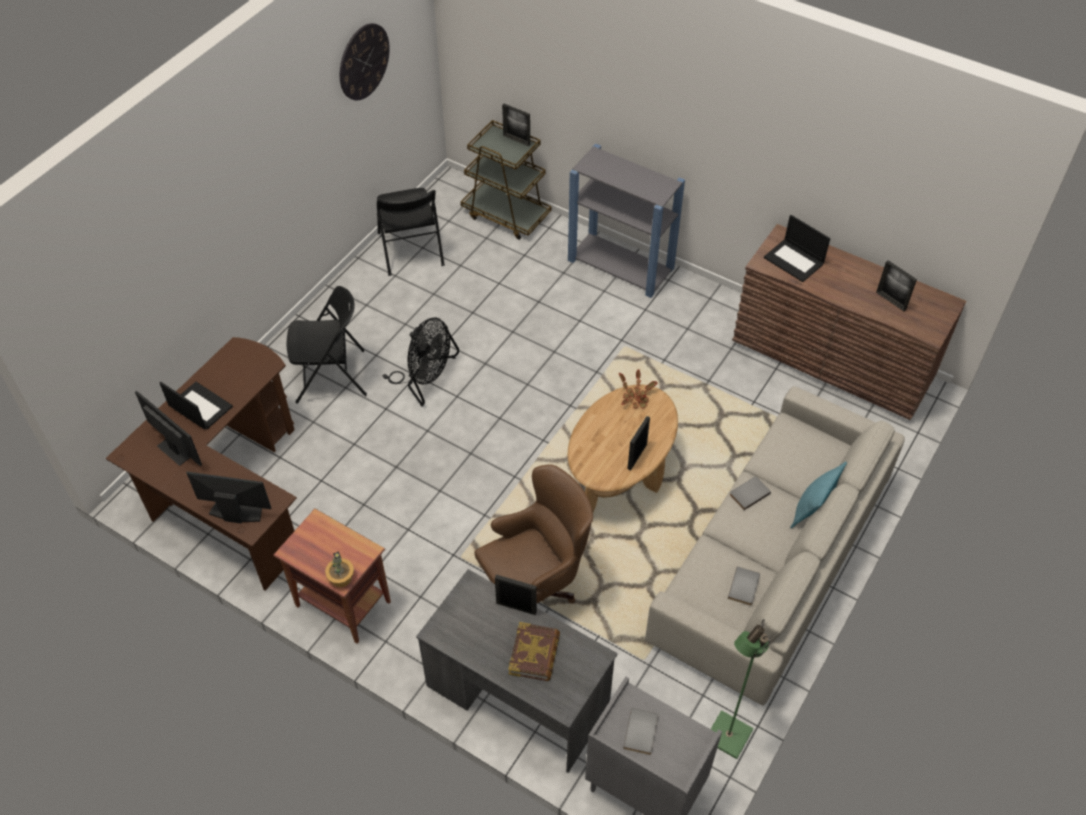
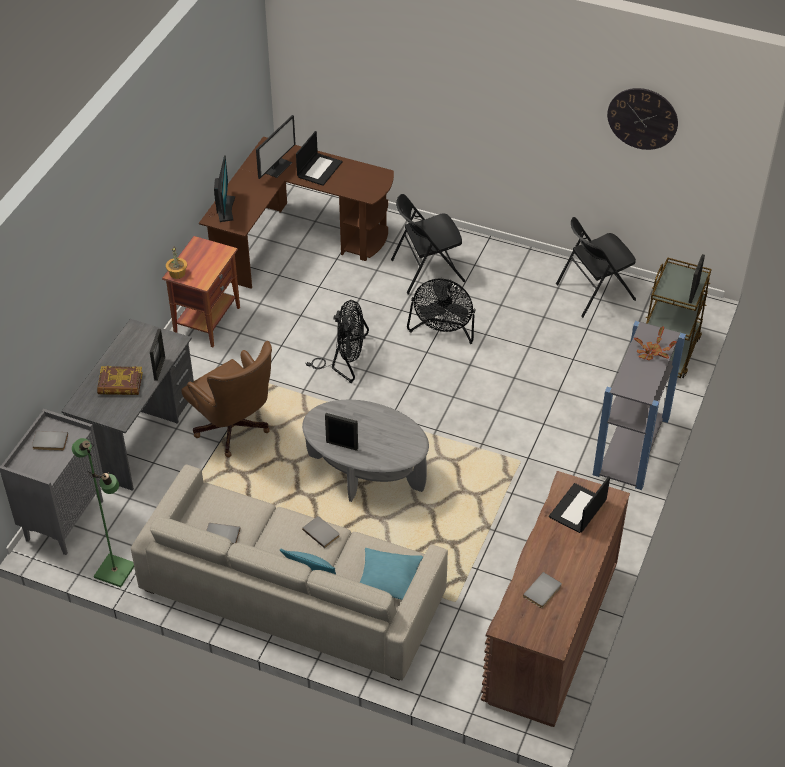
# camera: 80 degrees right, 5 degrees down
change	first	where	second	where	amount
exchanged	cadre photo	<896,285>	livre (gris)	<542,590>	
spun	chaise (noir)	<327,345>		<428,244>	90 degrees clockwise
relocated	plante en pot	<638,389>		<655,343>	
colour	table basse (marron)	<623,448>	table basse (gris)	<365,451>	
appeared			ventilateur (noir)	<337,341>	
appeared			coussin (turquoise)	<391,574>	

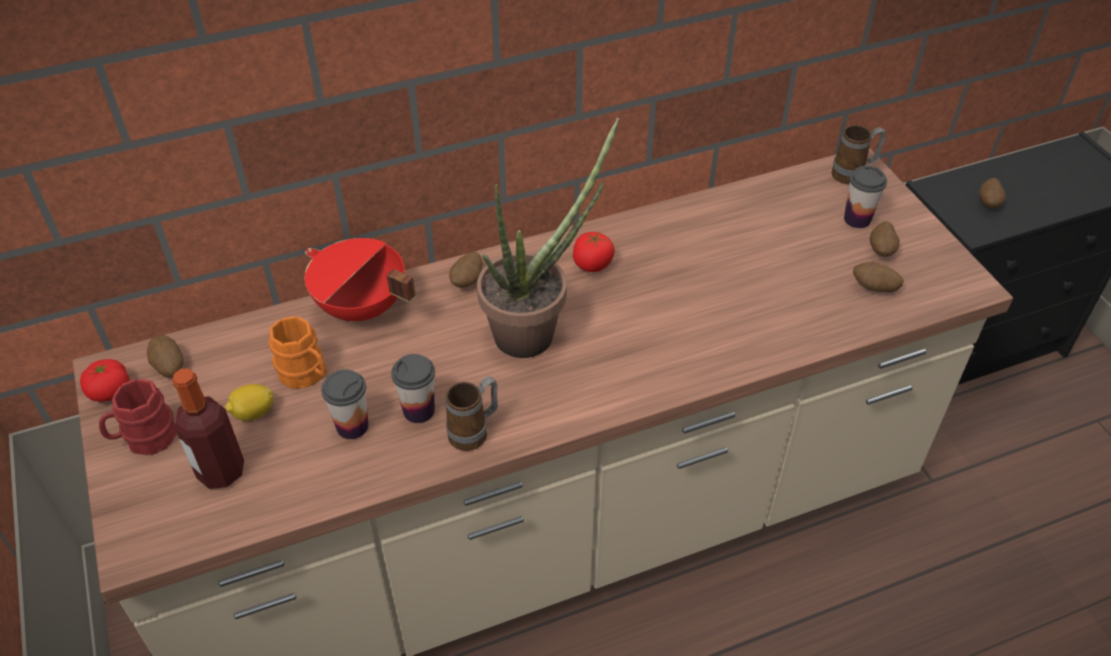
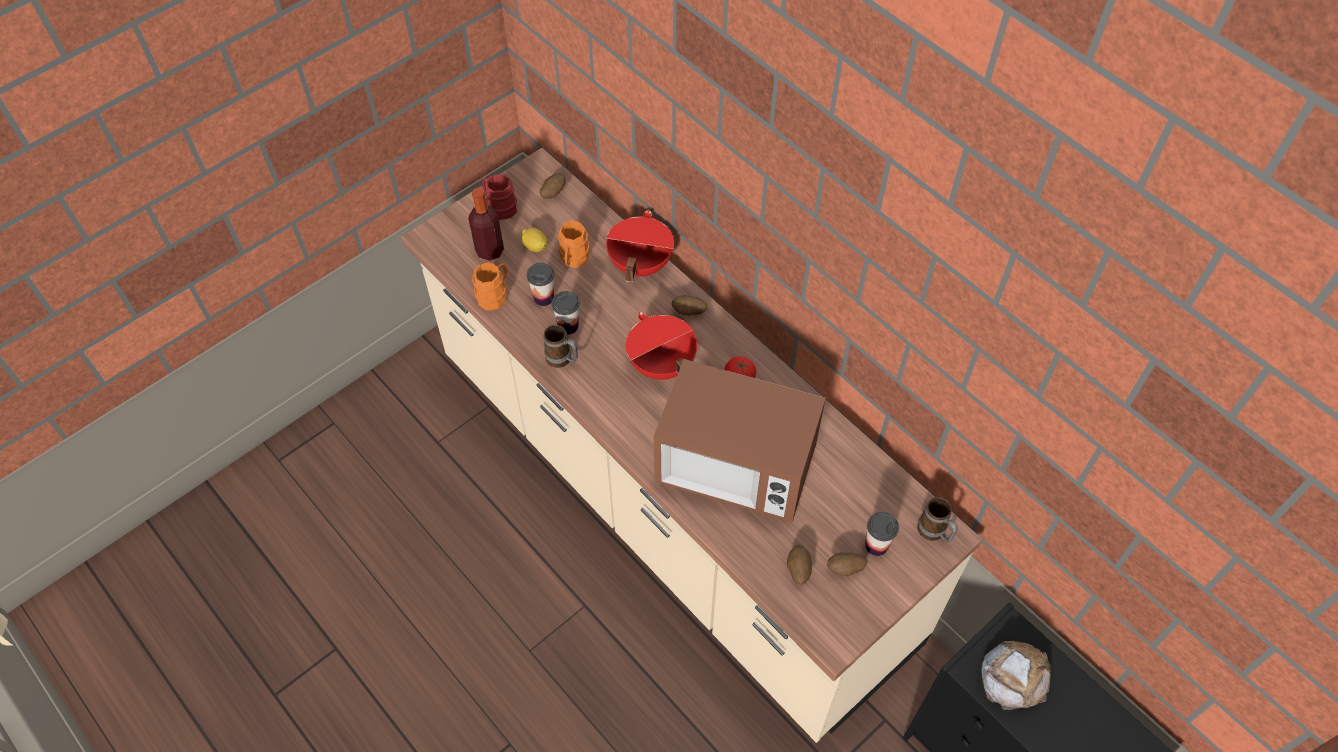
# camera: 70 degrees right, 10 degrees up
change	first	where	second	where	amount
exchanged	plante en pot	<548,238>	marmite (rouge)	<661,346>	
exchanged	pomme de terre	<992,193>	pain	<1016,675>	
missing	tomate	<105,380>			
appeared			mug (orange)	<489,286>	
appeared			micro-ondes	<740,440>	

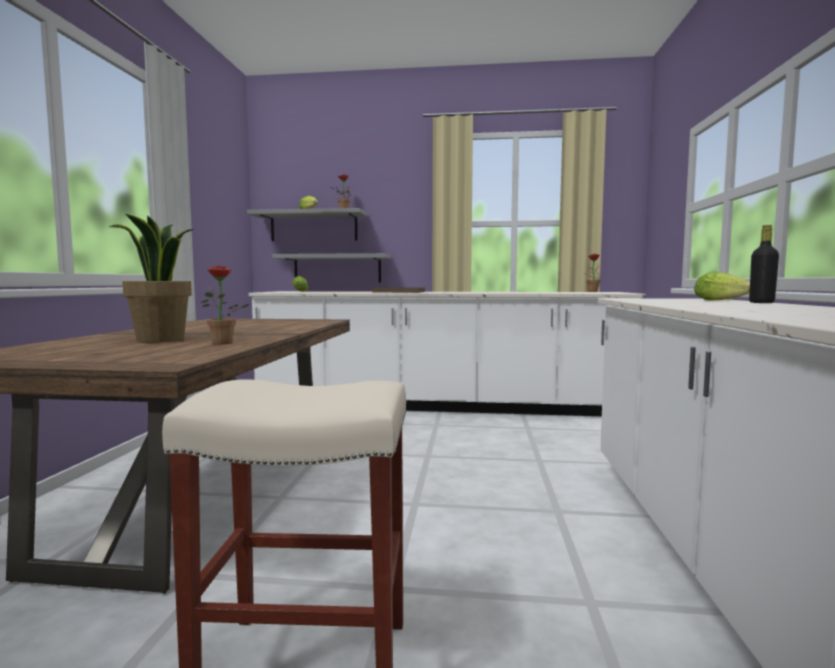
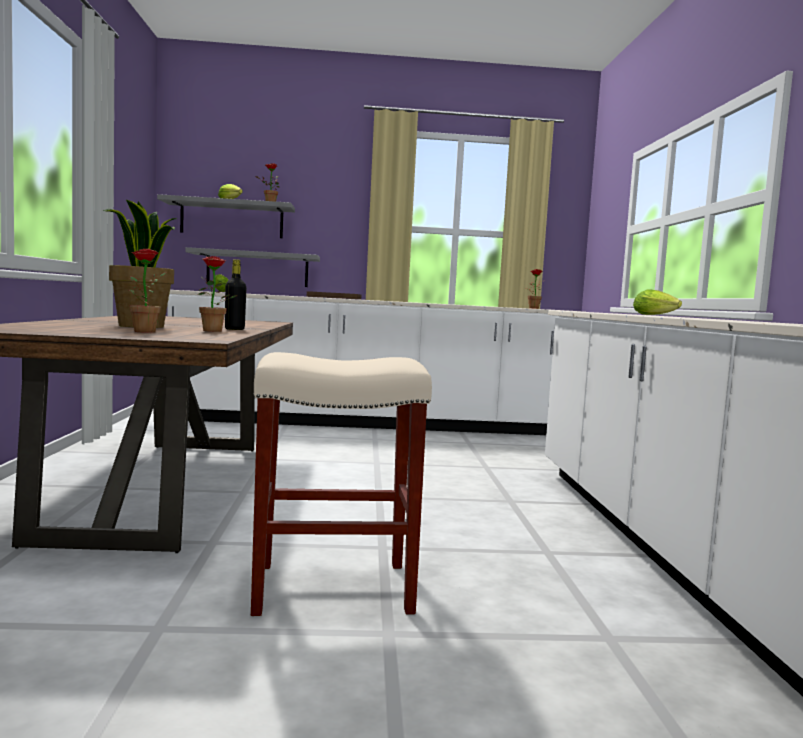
# camera: 10 degrees left, 0 degrees up
change	first	where	second	where	amount
relocated	bouteille (noir)	<764,264>		<236,294>	
appeared			plante en pot	<147,290>	

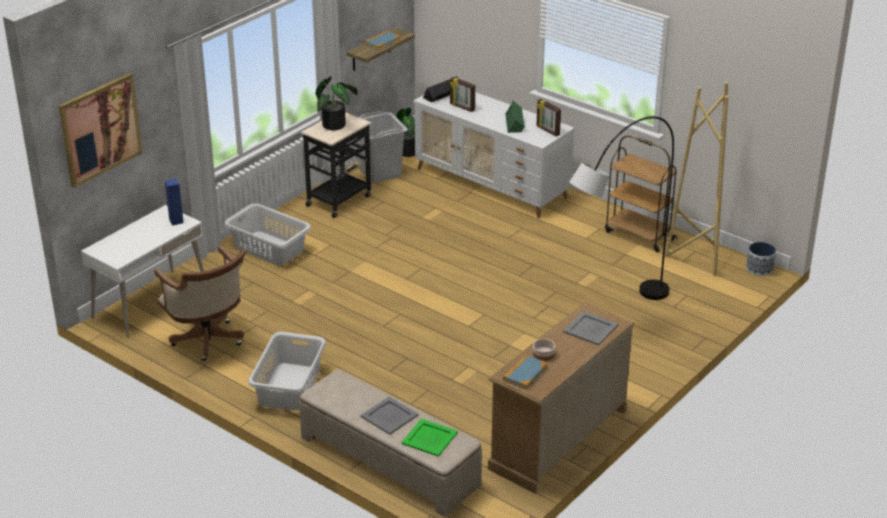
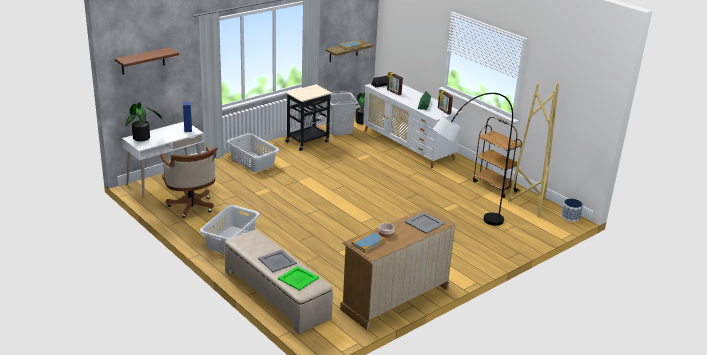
# camera: 10 degrees right, 5 degrees down
change	first	where	second	where	amount
exchanged	tableau	<101,130>	étagère (marron)	<147,61>	
relocated	plante en pot	<336,103>		<144,122>	

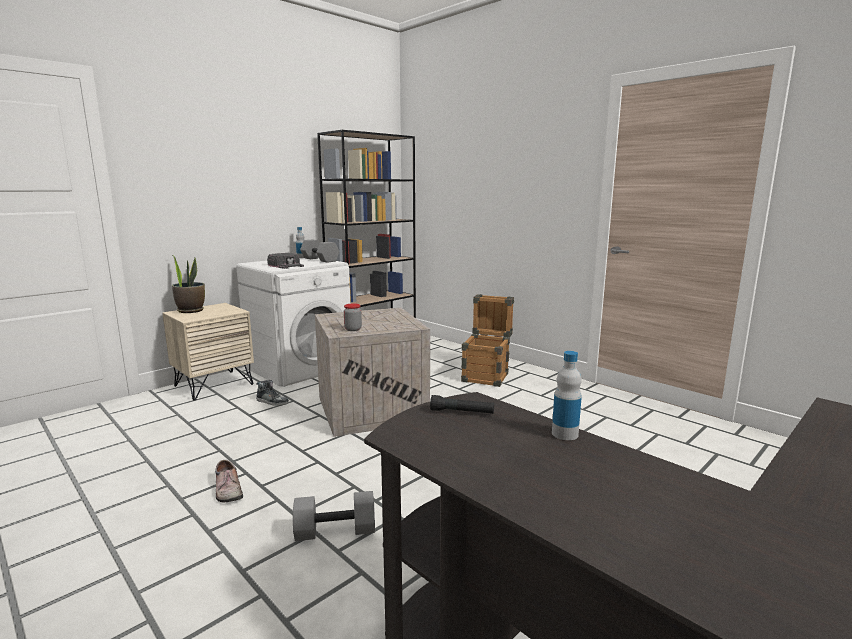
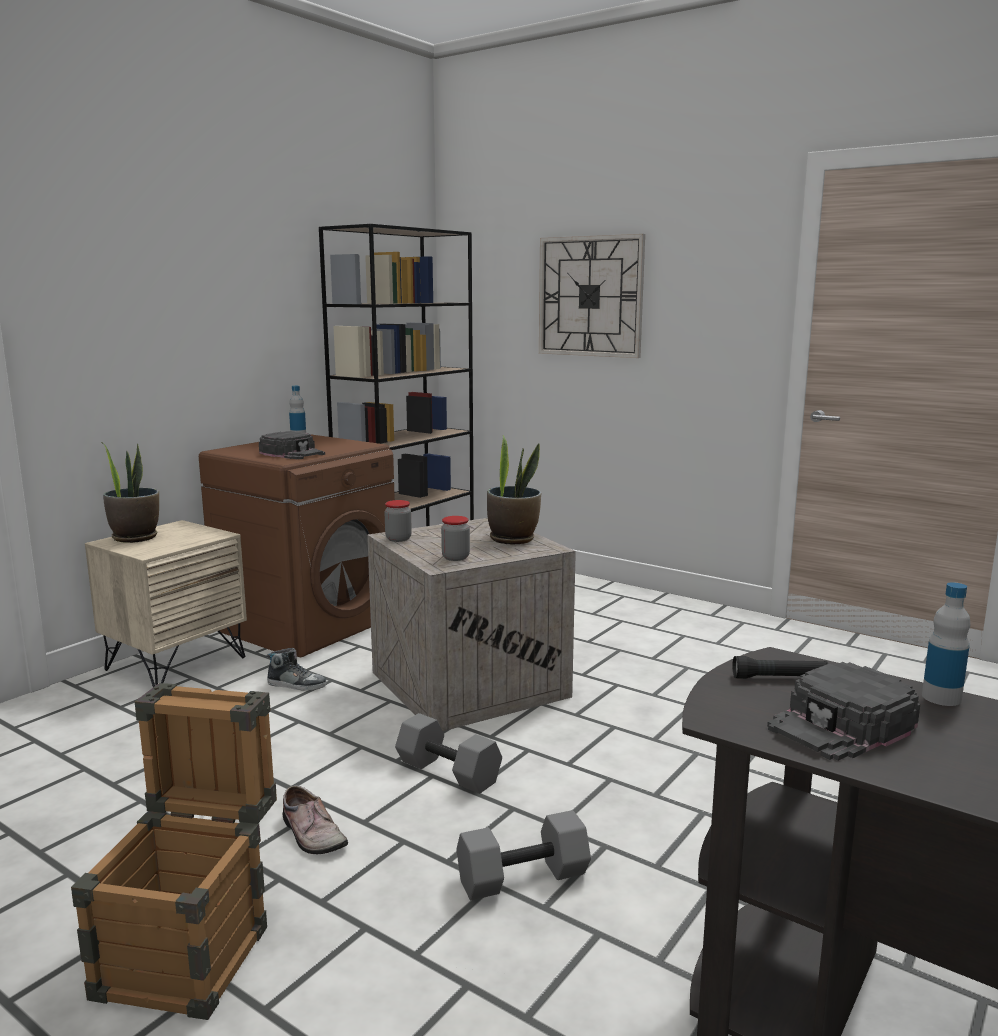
# camera: 10 degrees left, 0 degrees up
change	first	where	second	where	amount
relocated	haltère (gris)	<319,251>		<448,753>	
colour	lave-linge (blanc)	<293,322>	lave-linge (marron)	<297,546>	
relocated	caisse	<487,340>		<174,851>	
appeared			horloge murale	<592,296>	
appeared			plante en pot	<514,489>	
appeared			bocal	<398,521>	
appeared			casquette (noir)	<843,711>	

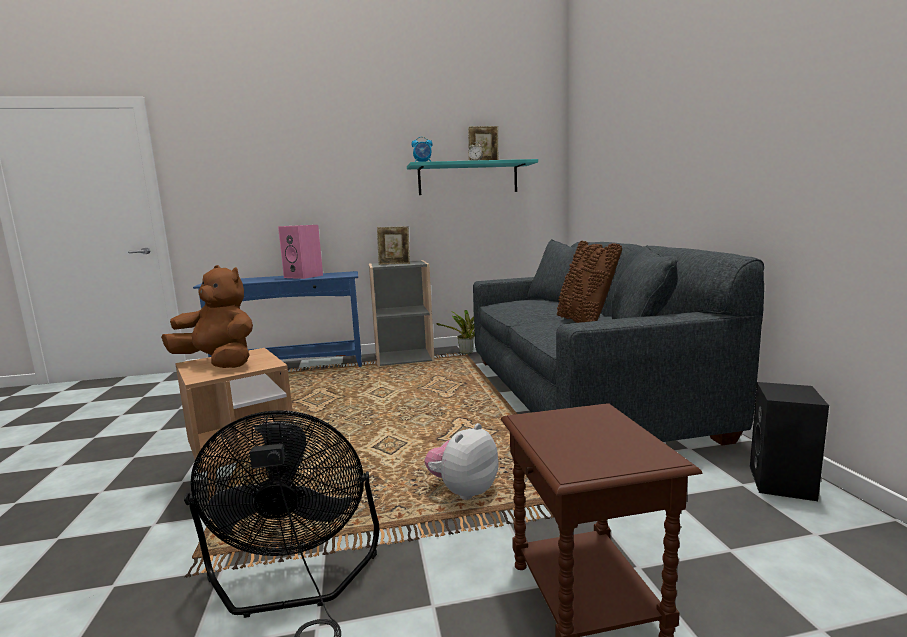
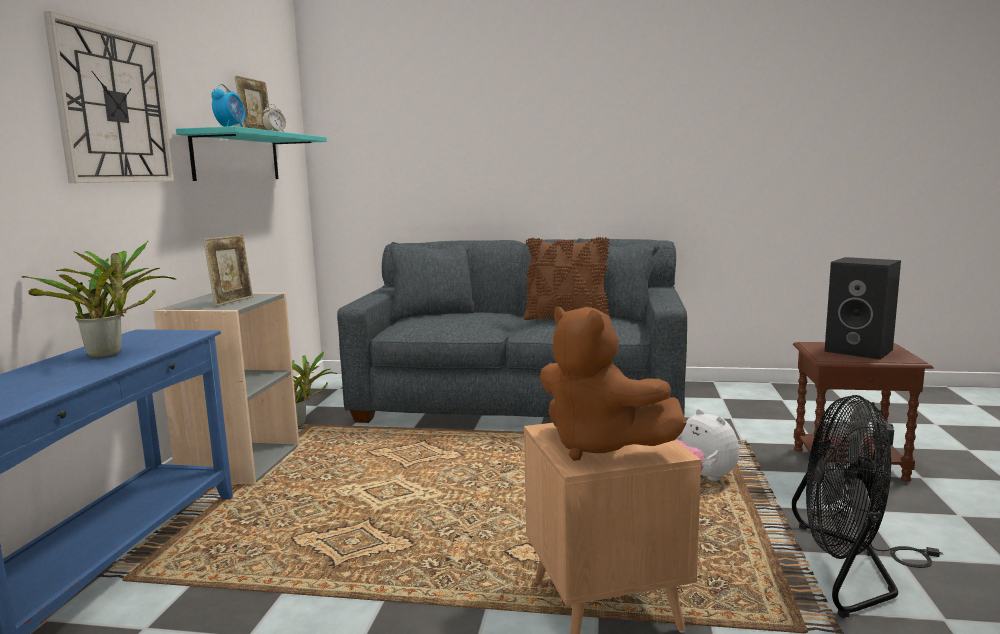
# camera: 70 degrees left, 0 degrees up
change	first	where	second	where	amount
exchanged	enceinte (rose)	<300,252>	plante en pot	<99,299>	
spun	peluche (marron)	<207,316>		<613,384>	90 degrees counterclockwise
relocated	enceinte (noir)	<789,441>		<863,308>	
appeared			horloge murale	<108,97>	

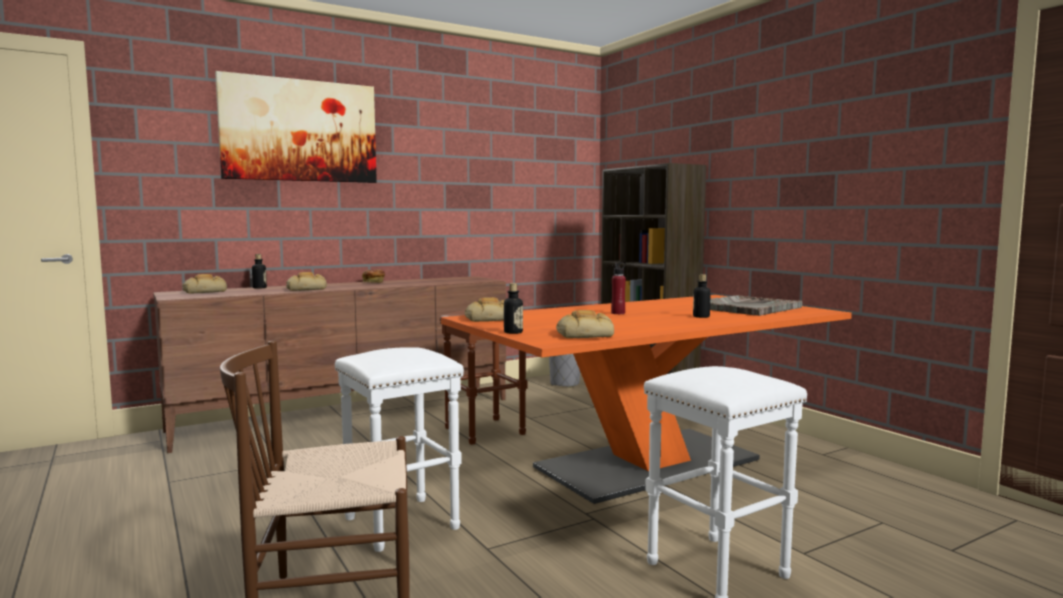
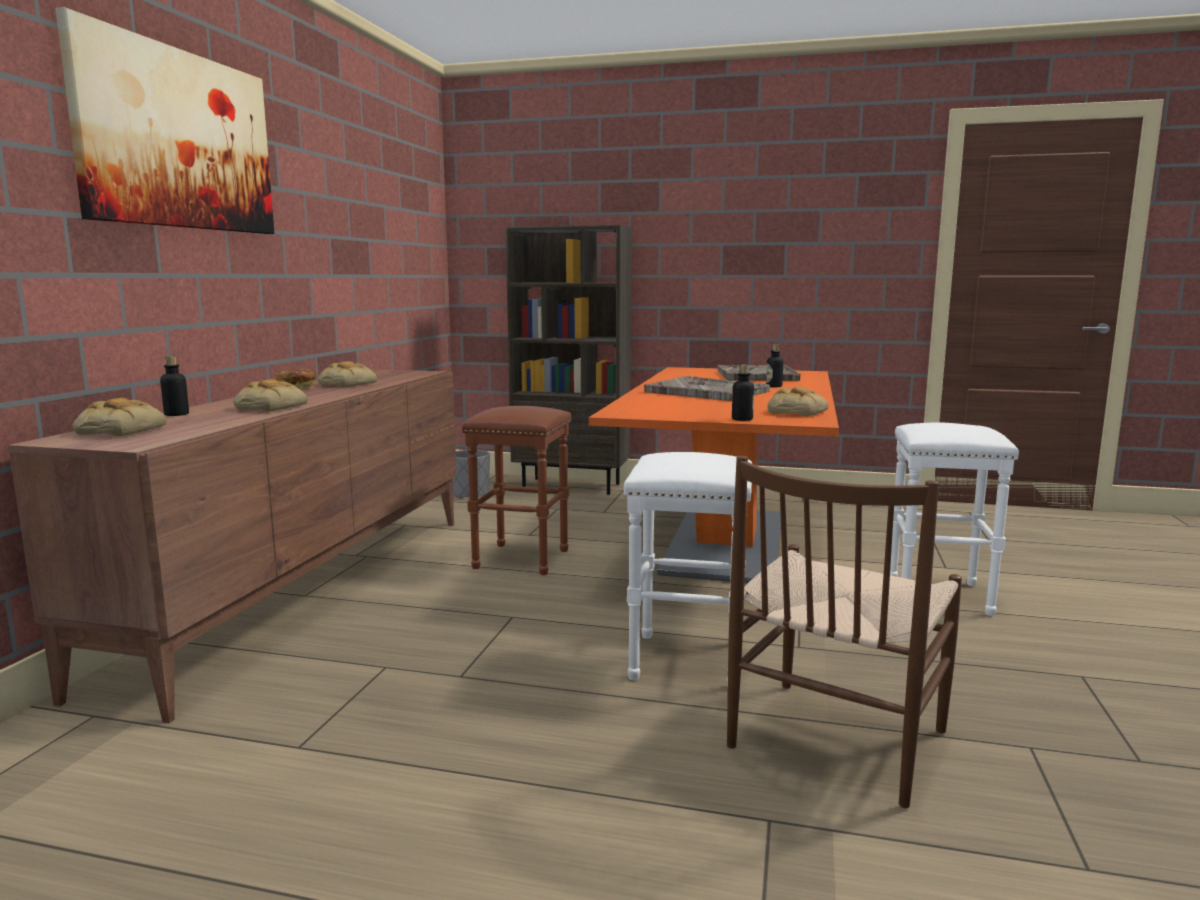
# camera: 45 degrees left, 5 degrees up
change	first	where	second	where	amount
exchanged	bouteille (rouge)	<618,288>	plateau (gris)	<707,388>	
relocated	pain	<485,309>		<347,374>	

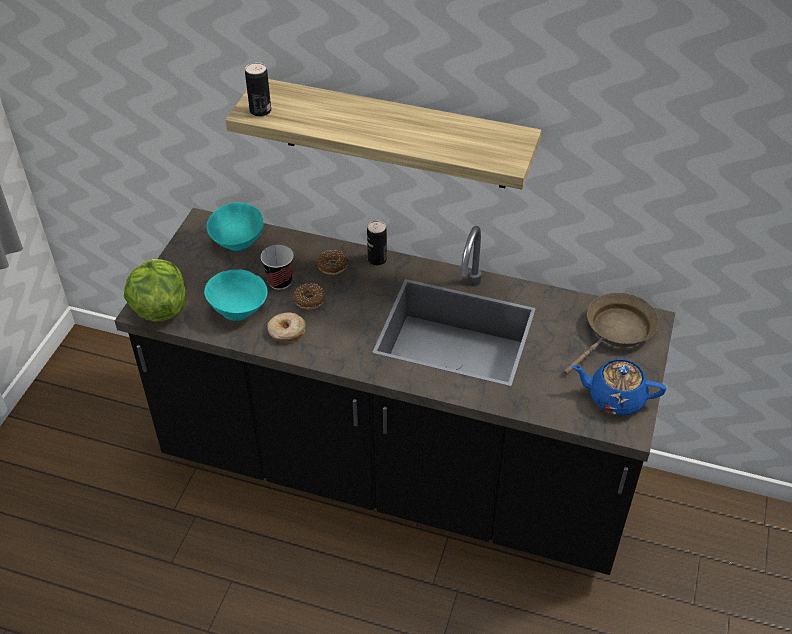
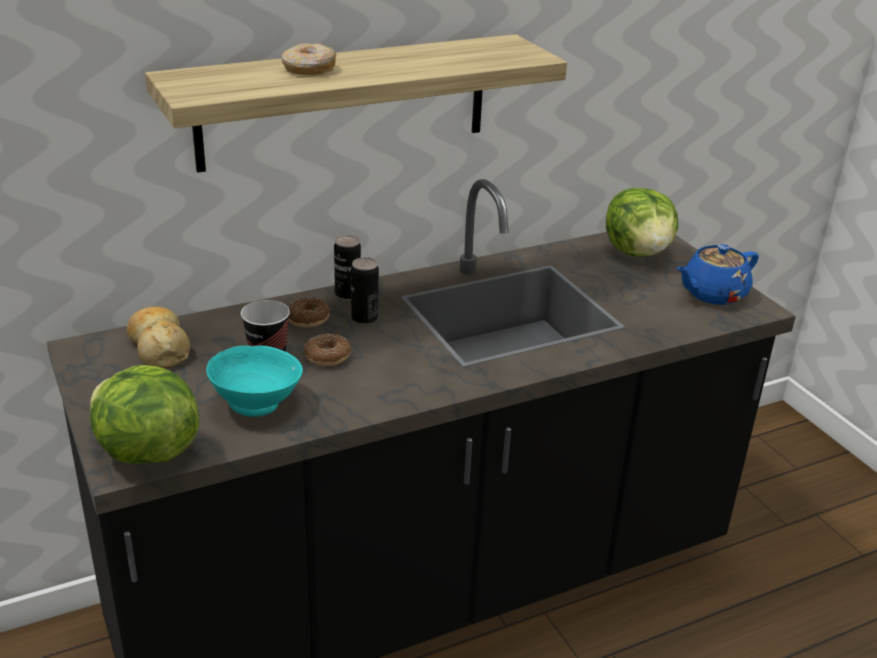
# camera: 45 degrees left, 15 degrees down
change	first	where	second	where	amount
relocated	boîte métallique	<258,89>		<365,290>	
exchanged	bol (turquoise)	<235,226>	pain	<158,338>	
exchanged	poêle (marron)	<611,333>	laitue	<642,222>	
relocated	beignet	<287,327>		<309,59>	

